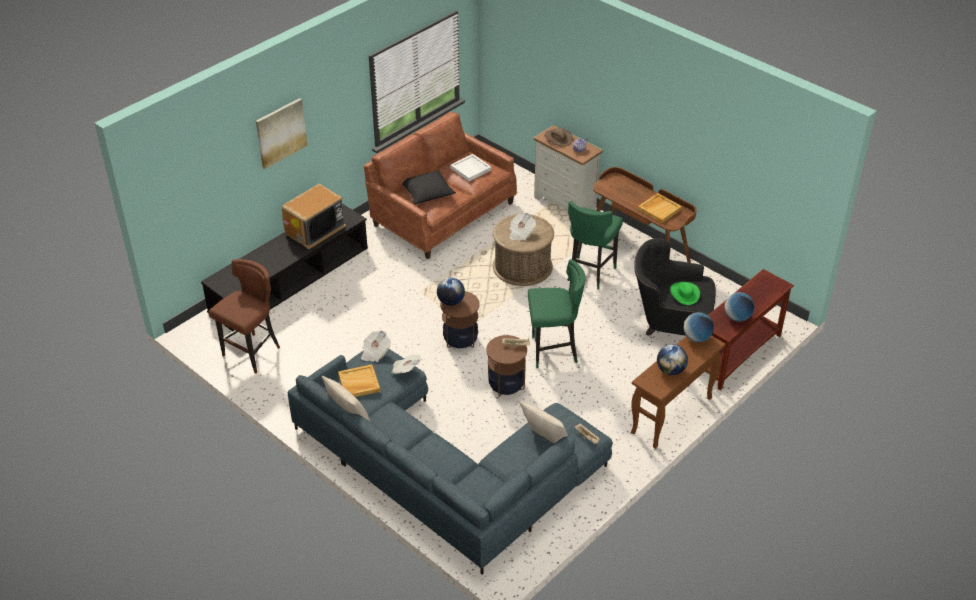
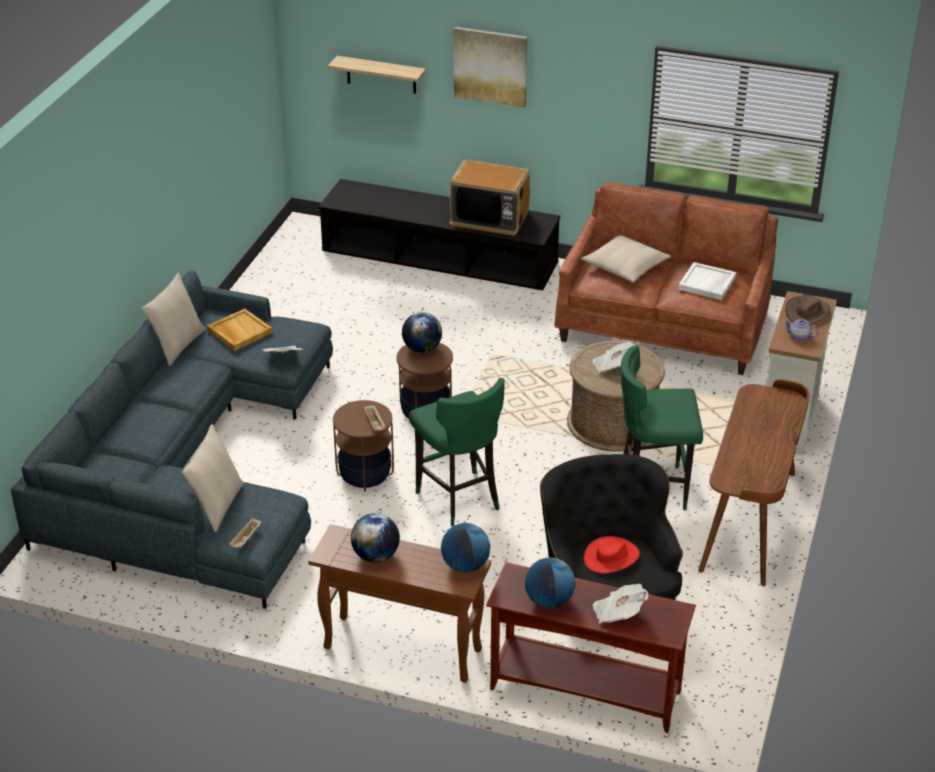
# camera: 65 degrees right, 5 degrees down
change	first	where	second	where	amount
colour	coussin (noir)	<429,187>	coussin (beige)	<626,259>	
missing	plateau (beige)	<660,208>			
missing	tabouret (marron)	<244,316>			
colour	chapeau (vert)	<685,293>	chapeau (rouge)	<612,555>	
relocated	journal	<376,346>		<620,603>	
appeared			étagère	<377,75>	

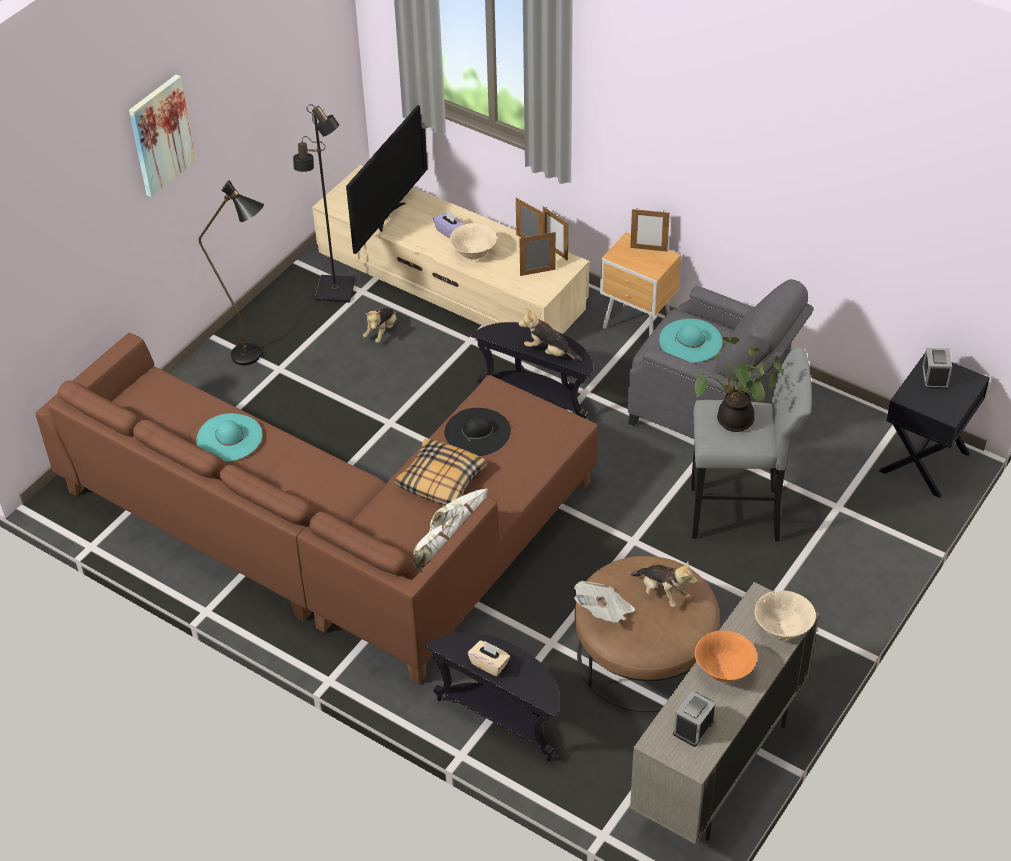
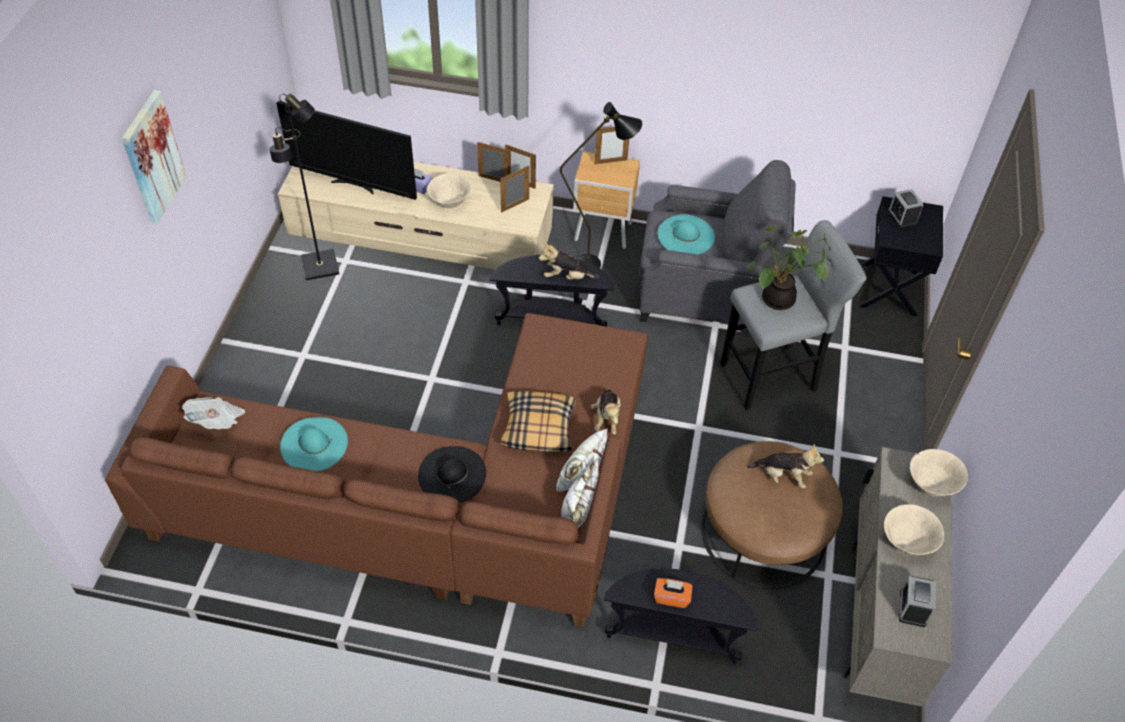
# camera: 25 degrees left, 5 degrees up
change	first	where	second	where	amount
spun	téléviseur	<387,179>		<346,150>	105 degrees clockwise
relocated	lampadaire (noir)	<231,272>		<601,185>	
relocated	peluche	<380,325>		<605,412>	
relocated	chapeau (noir)	<477,432>		<452,474>	
relocated	journal	<604,602>		<213,413>	
colour	bol (orange)	<726,656>	bol (beige)	<914,529>	
colour	boîte à mouchoirs (beige)	<489,658>	boîte à mouchoirs (orange)	<673,593>	

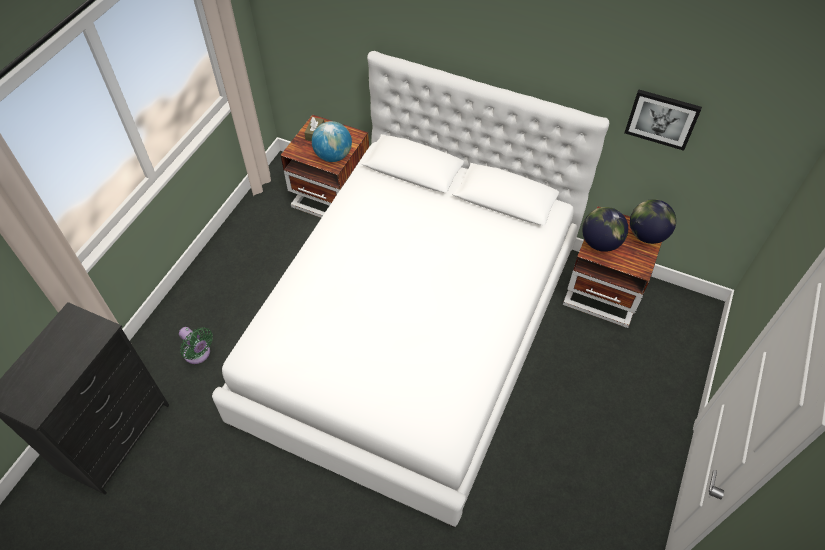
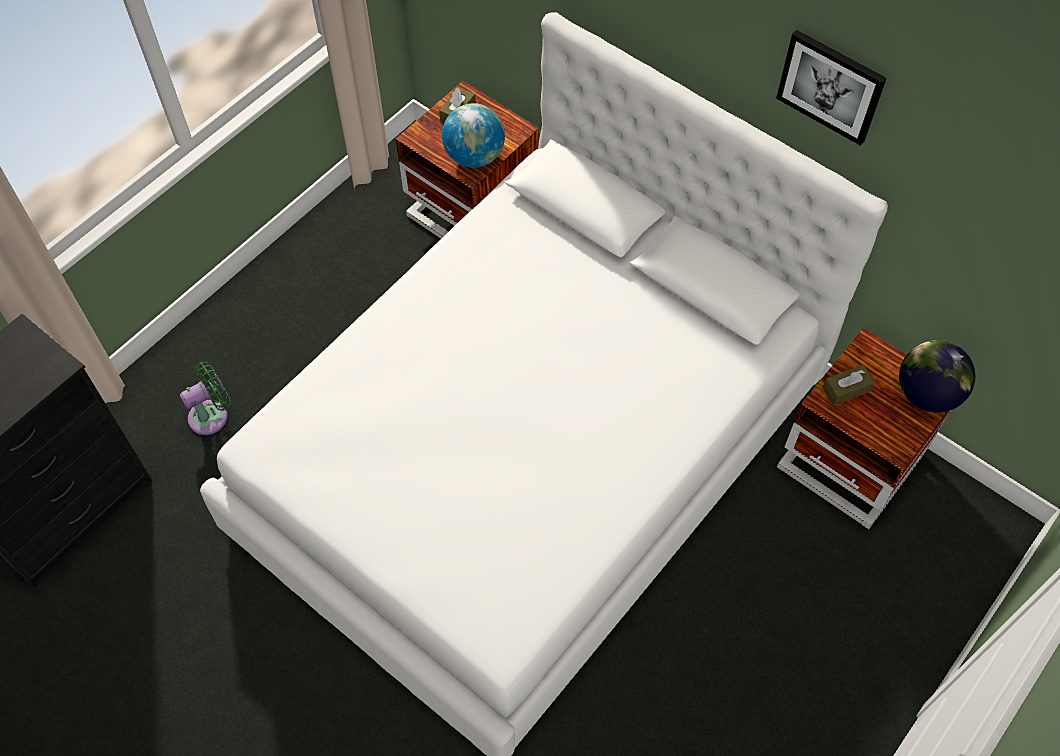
# camera: 15 degrees right, 5 degrees up
change	first	where	second	where	amount
relocated	tableau	<663,120>		<831,88>	
exchanged	globe	<605,229>	boîte à mouchoirs (marron)	<848,385>	
spun	ventilateur (vert)	<196,345>		<205,398>	90 degrees counterclockwise

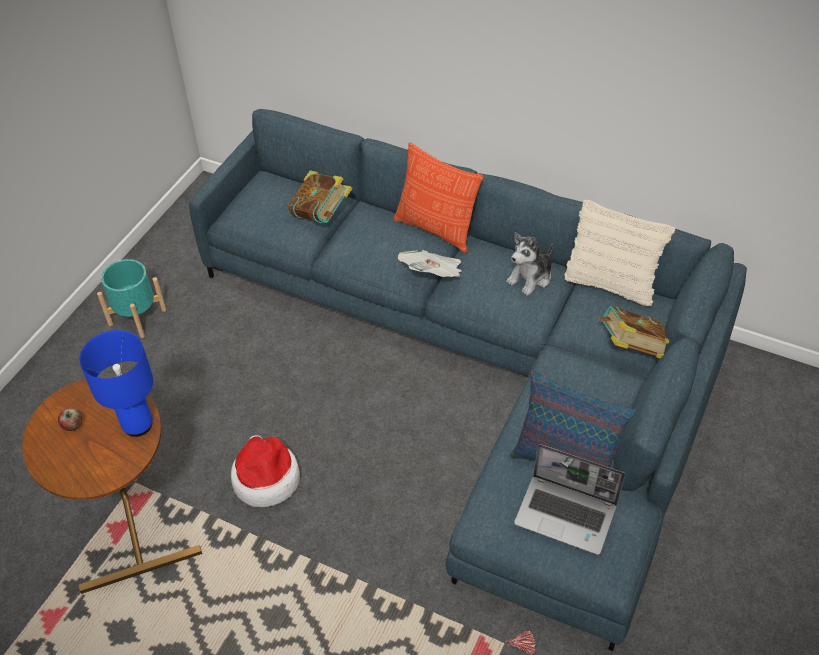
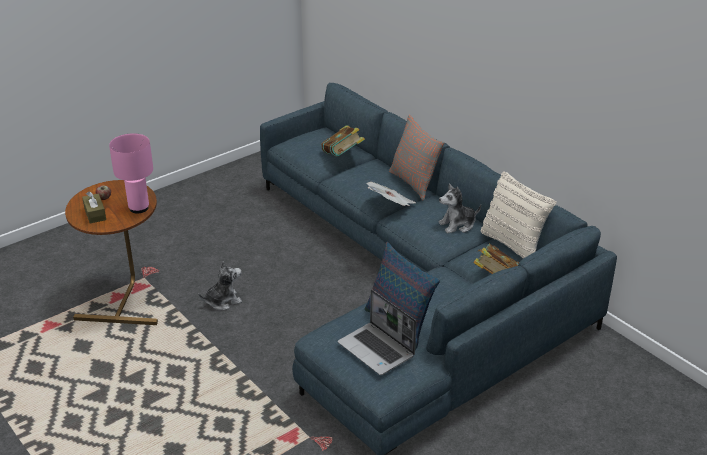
# camera: 25 degrees right, 15 degrees down
change	first	where	second	where	amount
colour	coussin (orange)	<439,197>	coussin (gris)	<416,158>	
missing	cache-pot (turquoise)	<131,298>			
colour	lampe de table (bleu)	<116,383>	lampe de table (rose)	<131,173>	
exchanged	chapeau	<265,471>	peluche	<220,285>	
appeared			boîte à mouchoirs (marron)	<94,207>	

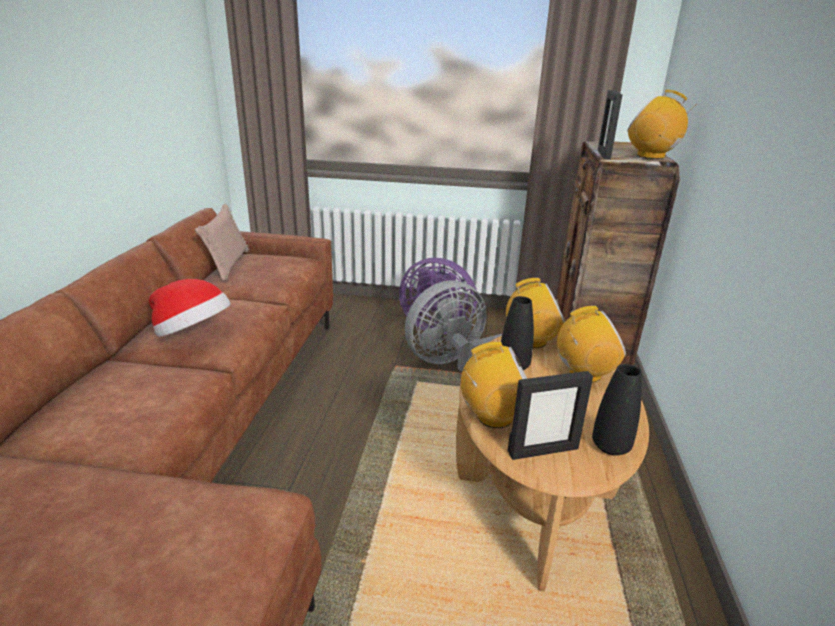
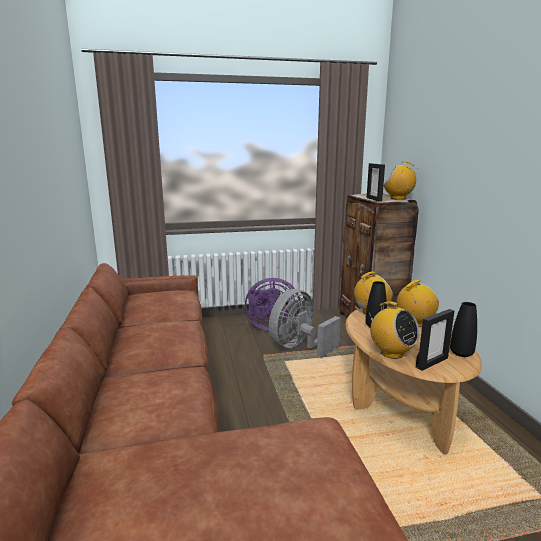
# camera: 20 degrees left, 10 degrees down
change	first	where	second	where	amount
missing	coussin (beige)	<222,242>			
missing	chapeau	<190,308>			
spun	radio	<494,385>		<394,330>	75 degrees clockwise

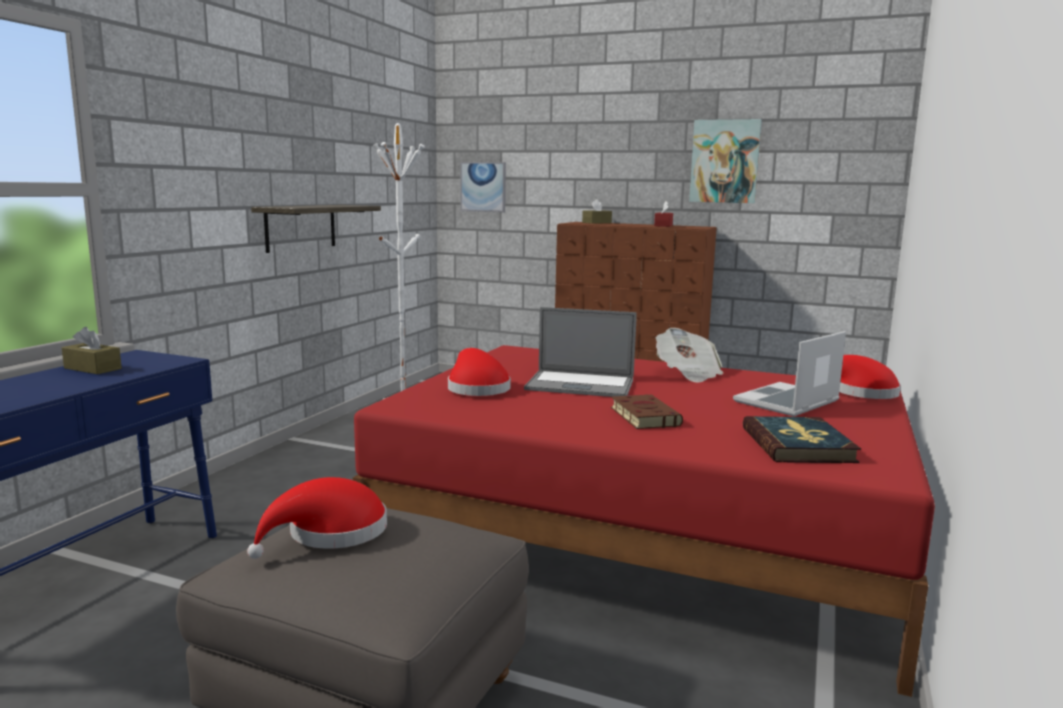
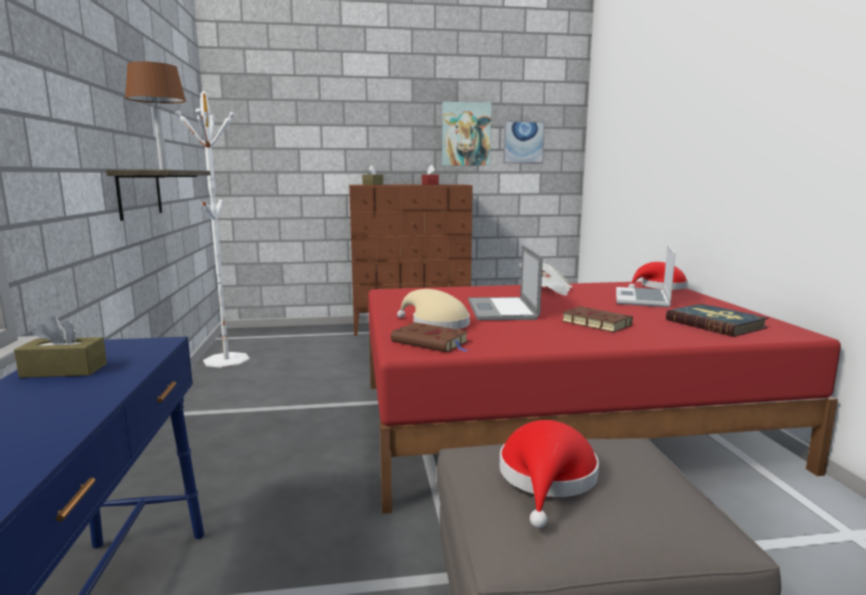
# camera: 30 degrees left, 0 degrees up
change	first	where	second	where	amount
relocated	tableau	<483,187>		<524,142>	
spun	ordinateur portable	<580,352>		<505,282>	105 degrees clockwise
colour	chapeau (rouge)	<479,372>	chapeau (beige)	<433,309>	
appeared			lampe de table (marron)	<155,115>	
appeared			livre (marron)	<429,337>	

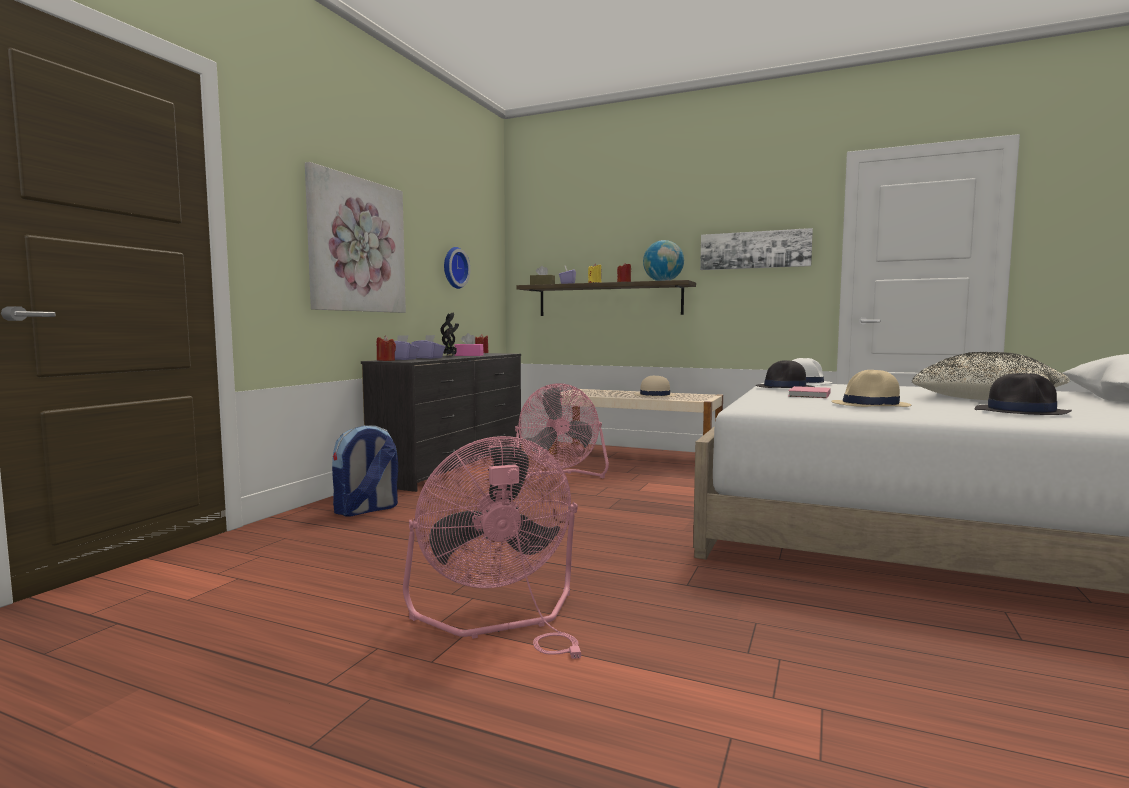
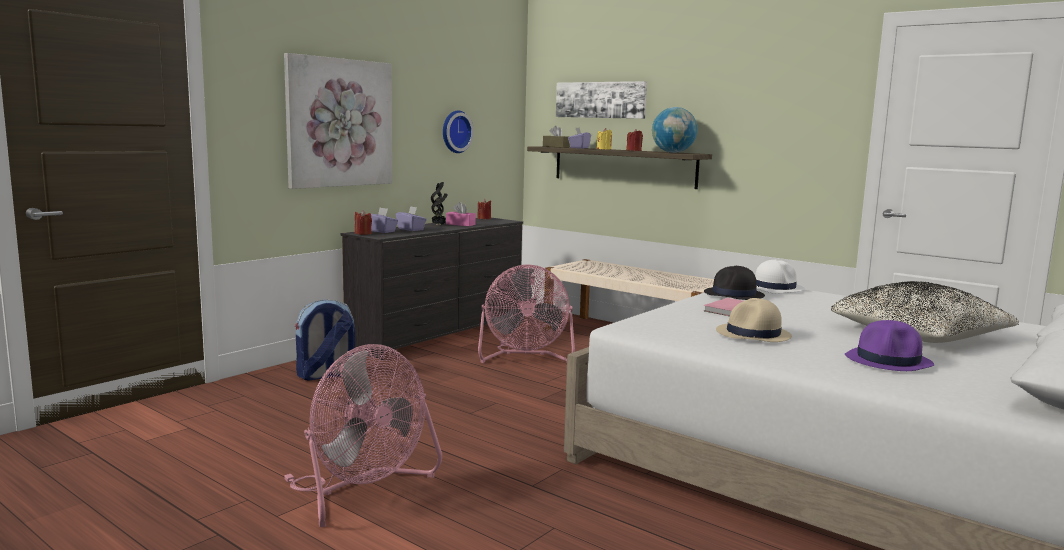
# camera: 15 degrees right, 5 degrees up
change	first	where	second	where	amount
relocated	tableau	<756,249>		<601,100>	
colour	chapeau (noir)	<1023,394>	chapeau (violet)	<889,345>	
missing	chapeau (beige)	<654,386>			
spun	ventilateur (rose)	<492,547>		<363,435>	135 degrees clockwise

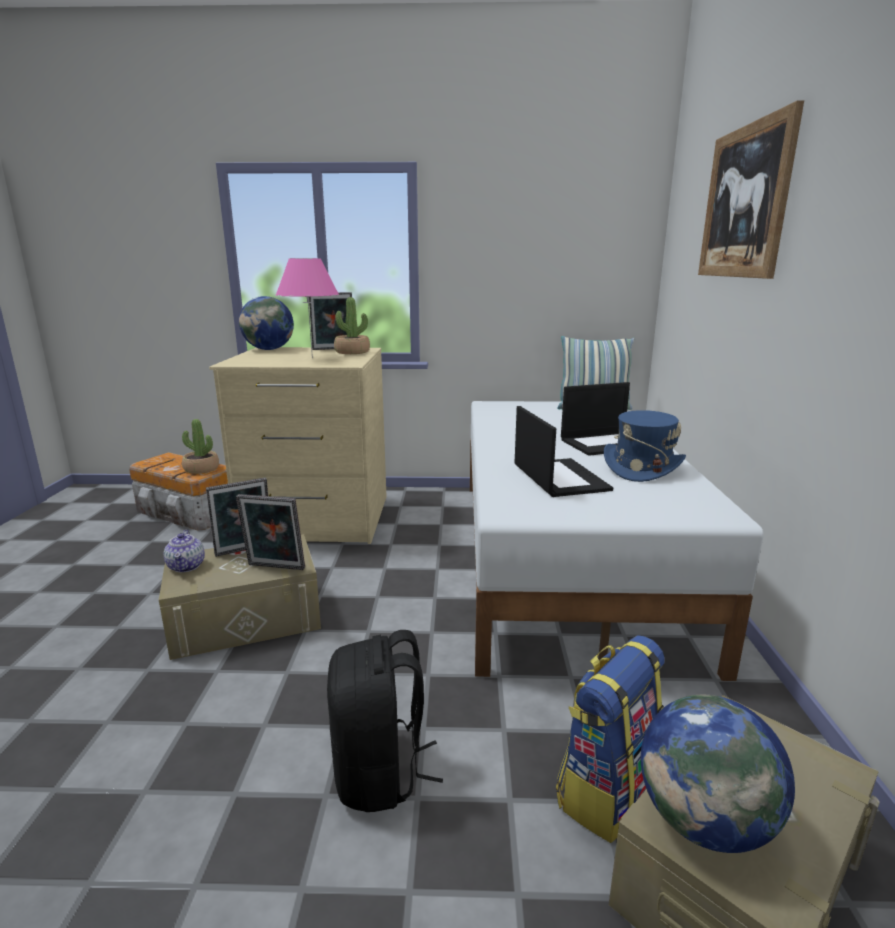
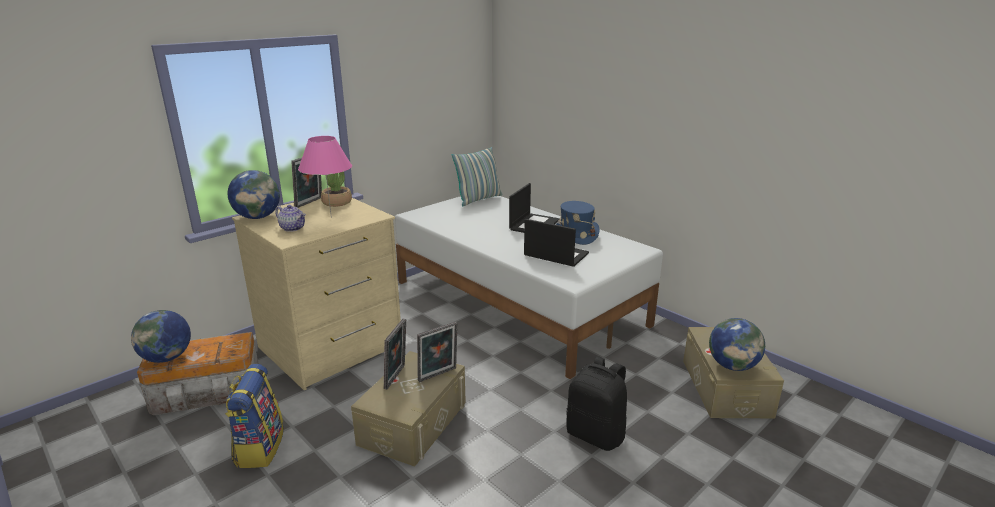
# camera: 45 degrees left, 5 degrees up
change	first	where	second	where	amount
missing	tableau	<751,189>			
missing	plante en pot	<200,446>			
relocated	théière	<184,551>		<290,218>	
relocated	sac à dos	<610,739>		<254,416>	
appeared			globe	<161,336>	

